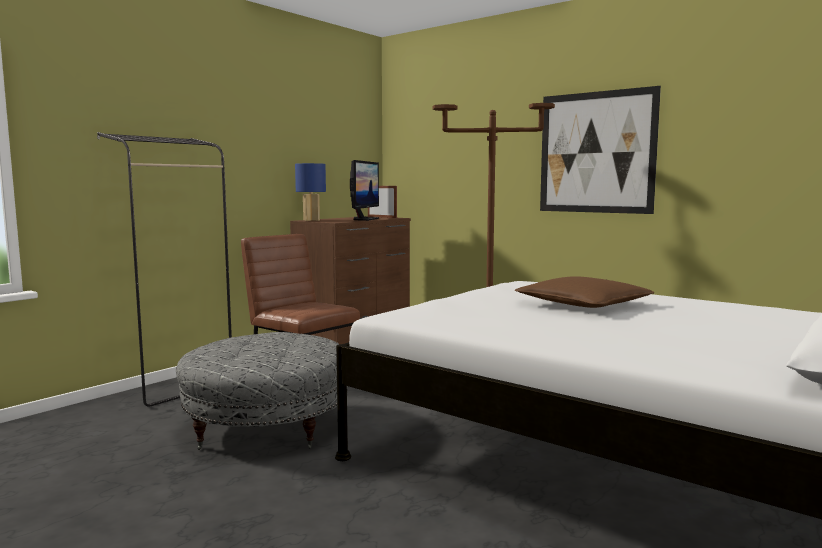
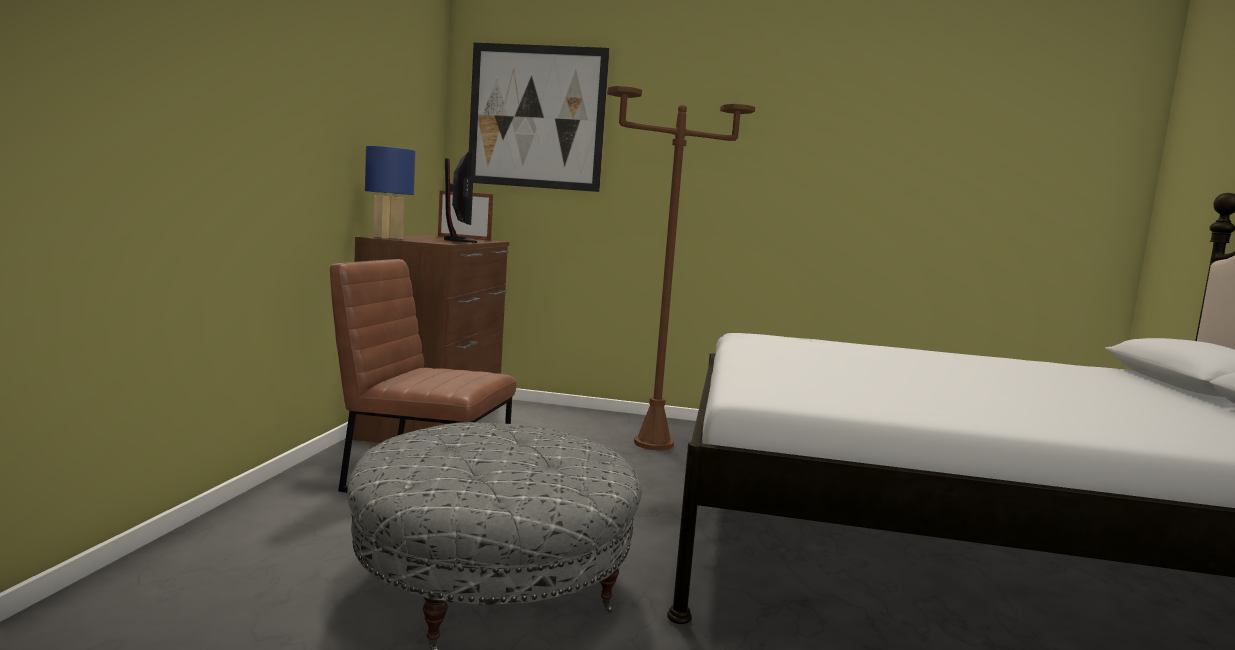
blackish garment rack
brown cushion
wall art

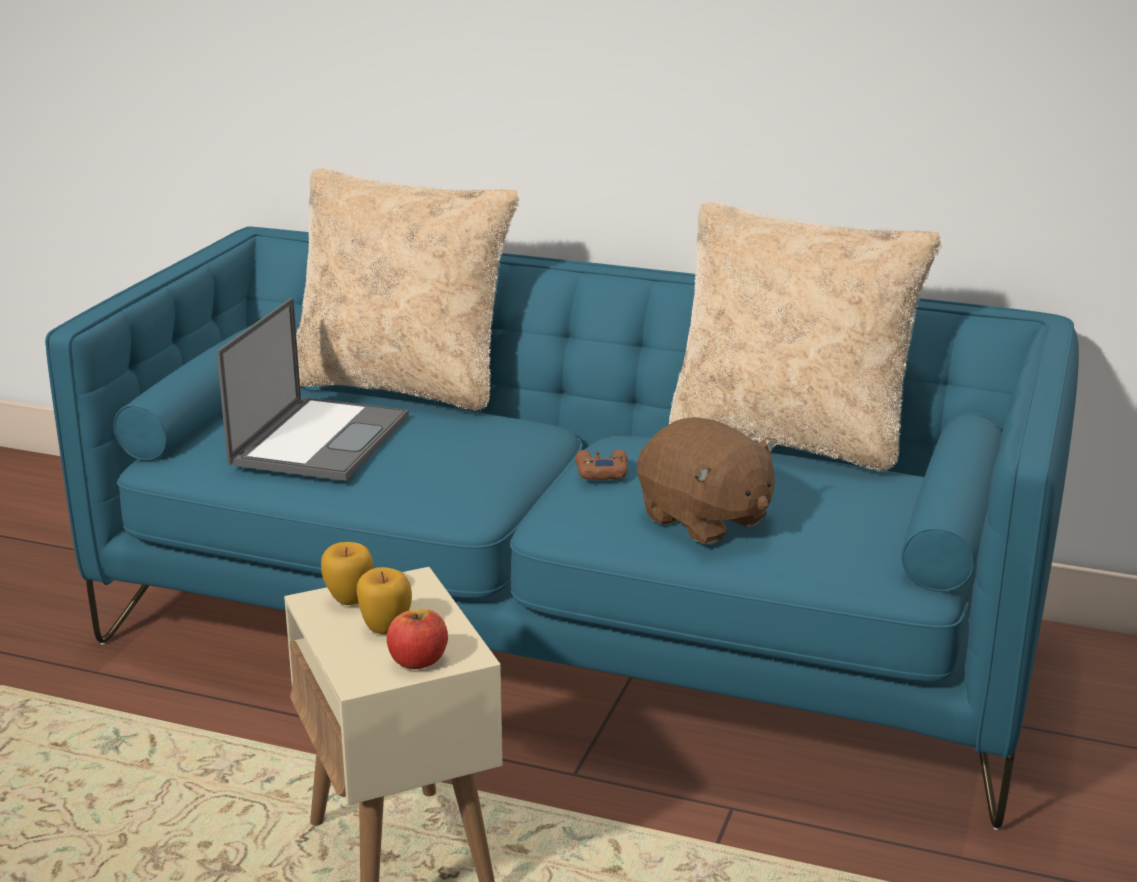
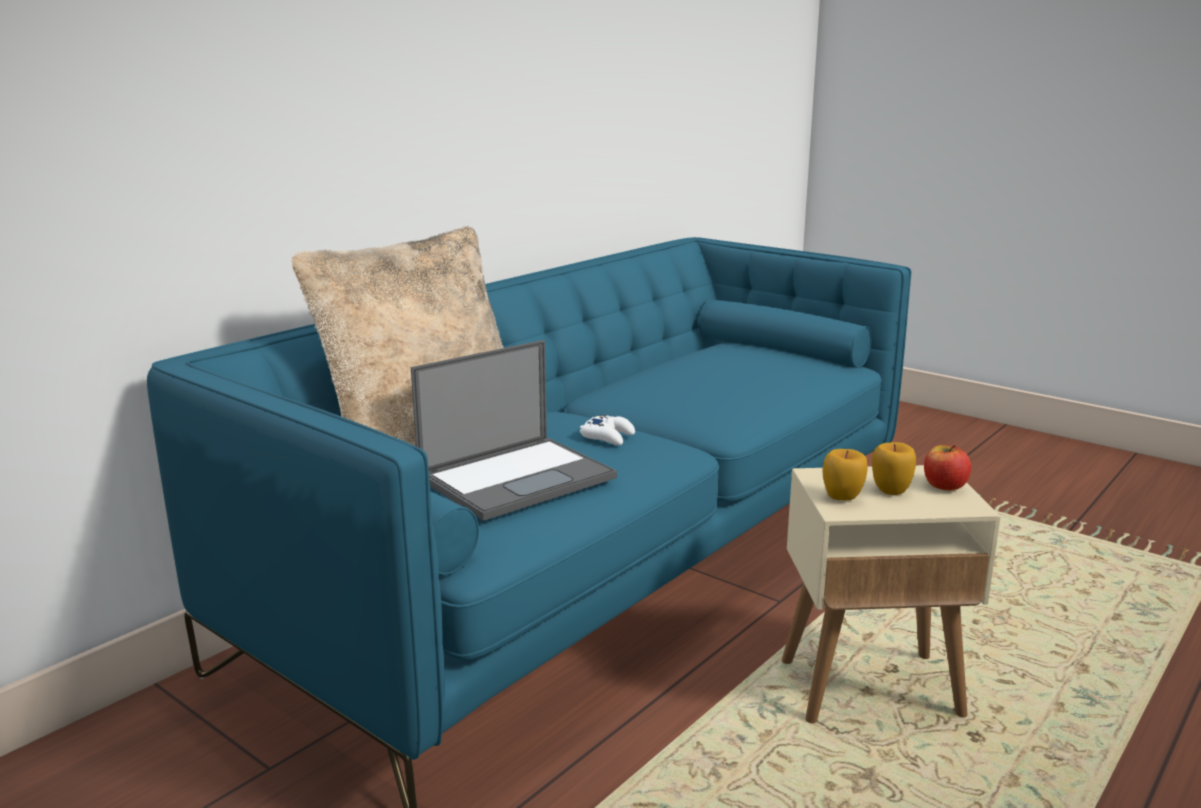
portable computer
brown joypad
brown soft toy
sand-coloured cushion (2nd from left in the first image)
white joypad

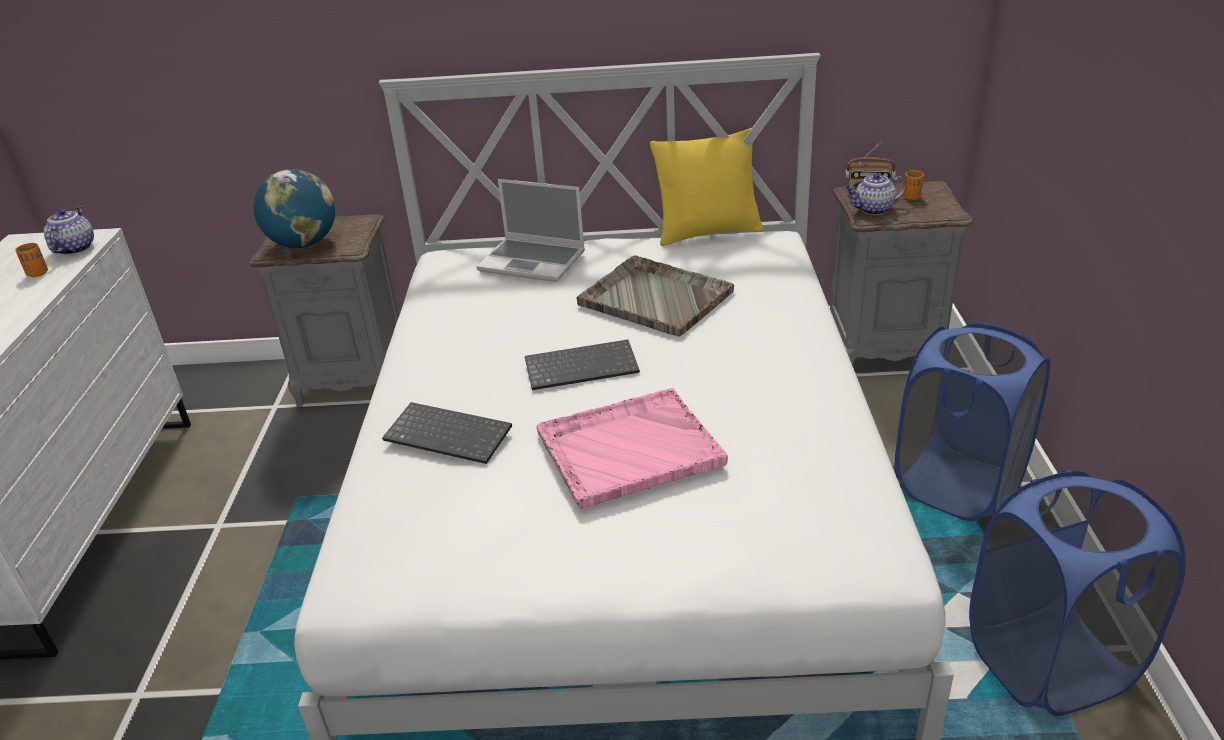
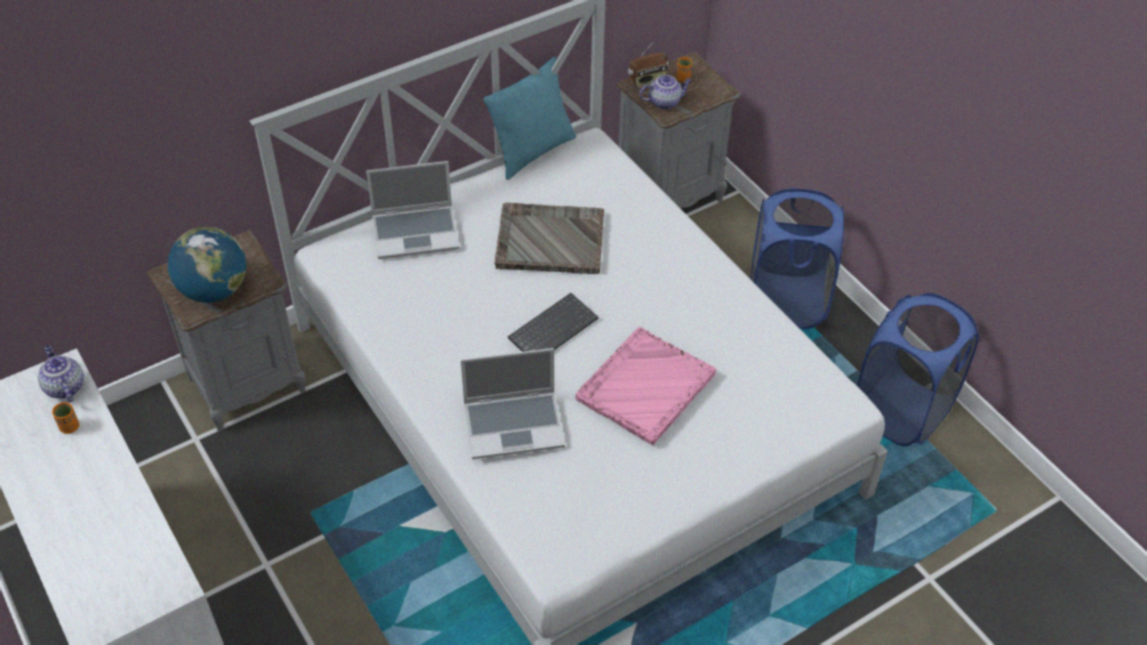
portable computer (2nd from left)
turquoise-coloured cushion
teapot (2nd from left)

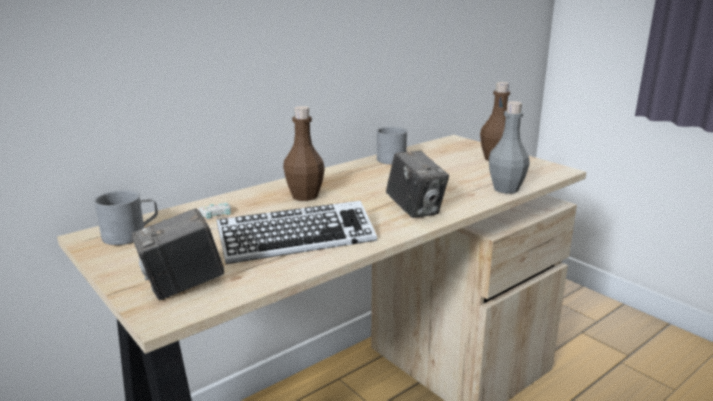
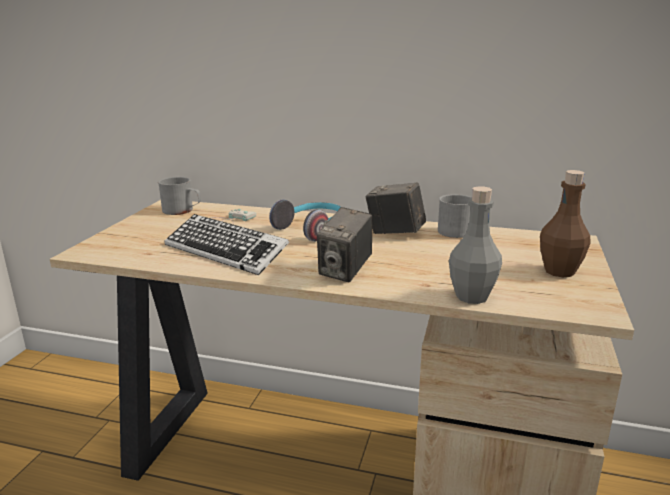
still camera (2nd from left)
headset

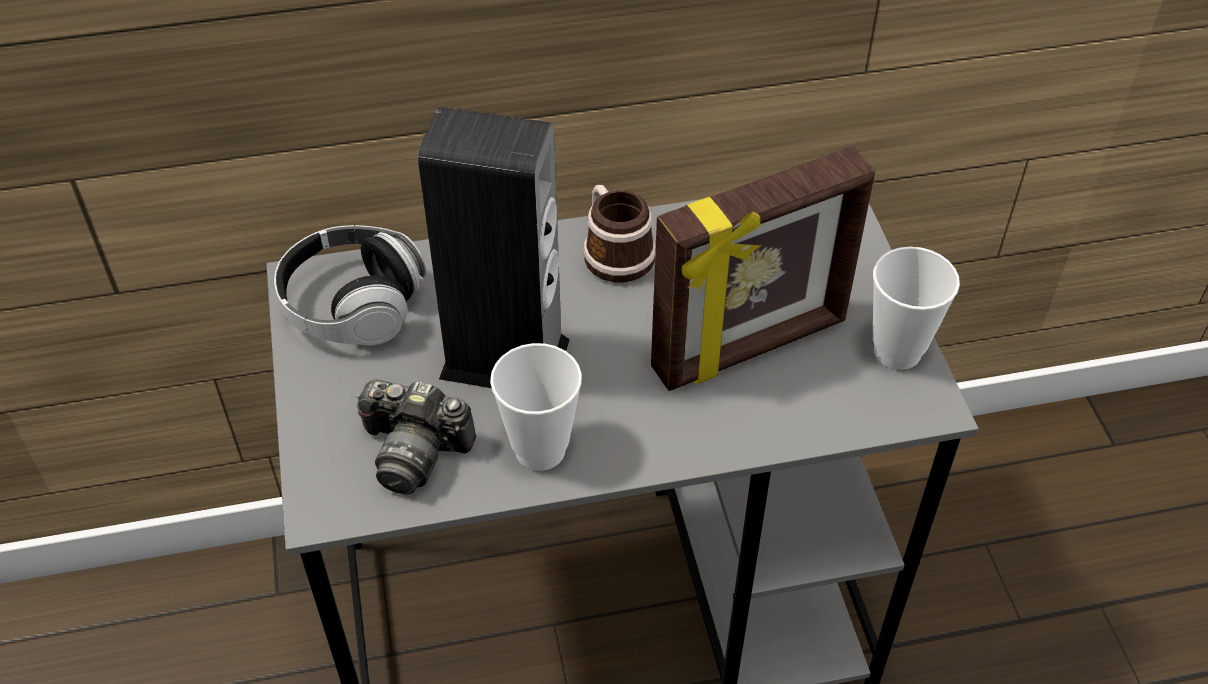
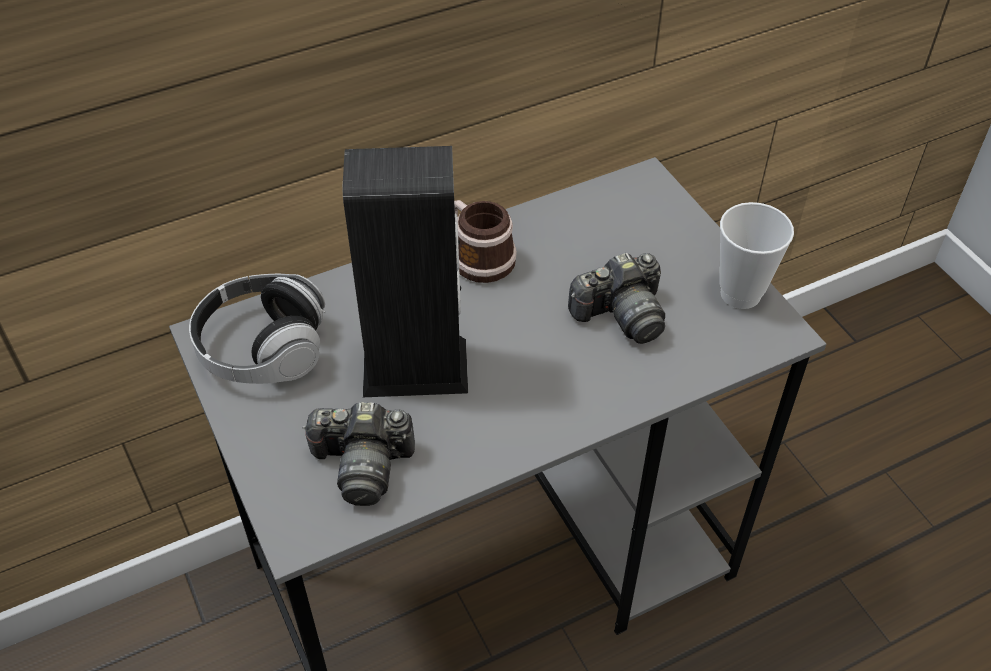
small cup (1st from left in the first image)
still camera (2nd from left)

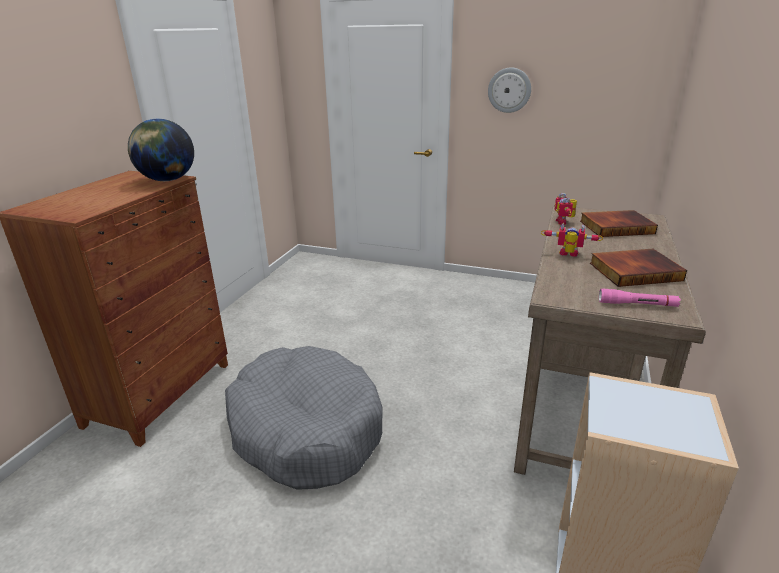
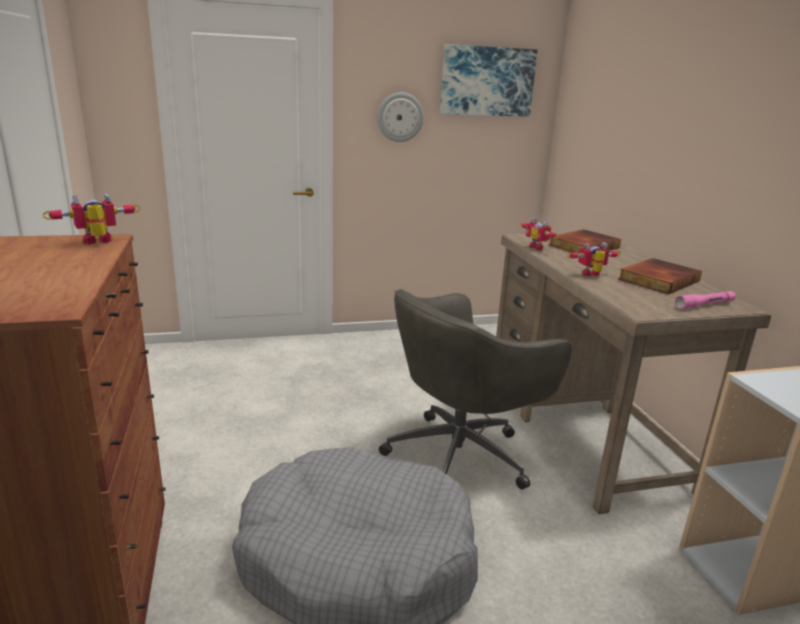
model robot (1st from left)
greyish computer chair
wall art

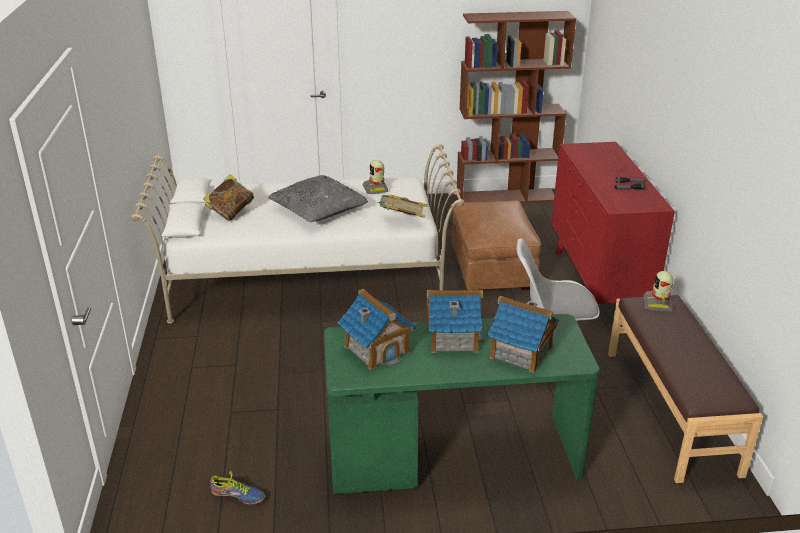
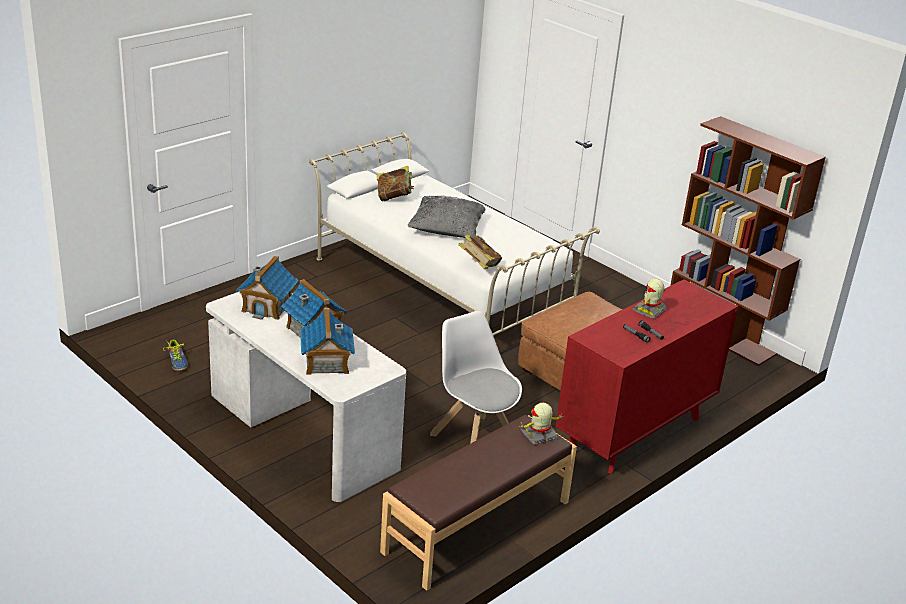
white desk unit
model robot (2nd from left)

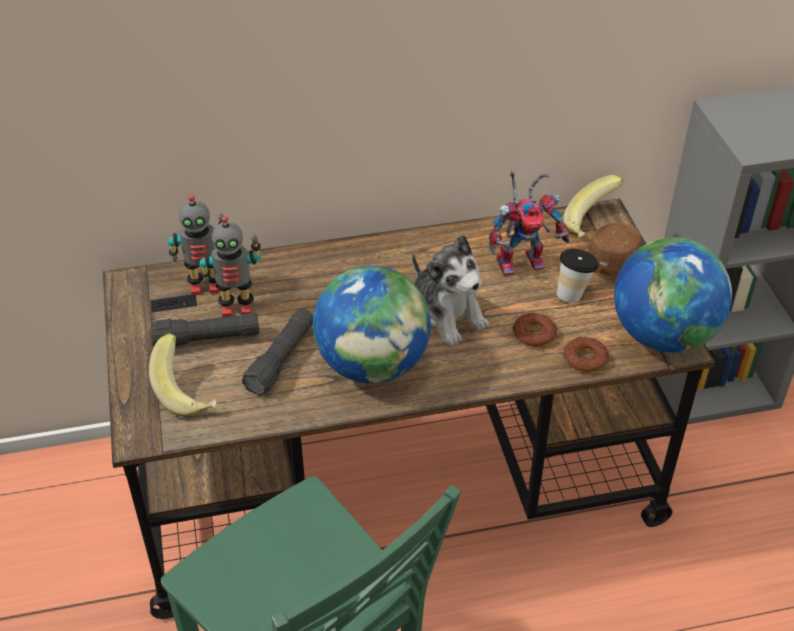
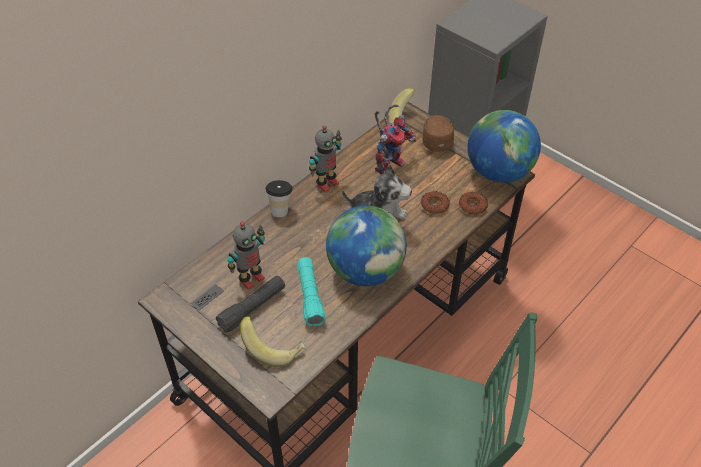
model robot (2nd from left)
turquoise-coloured hand torch
small cup

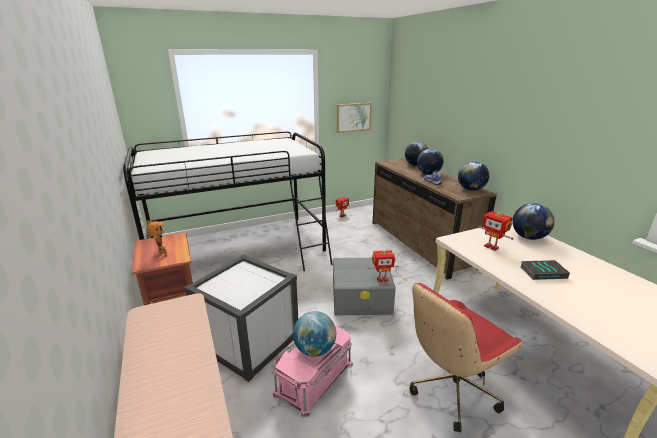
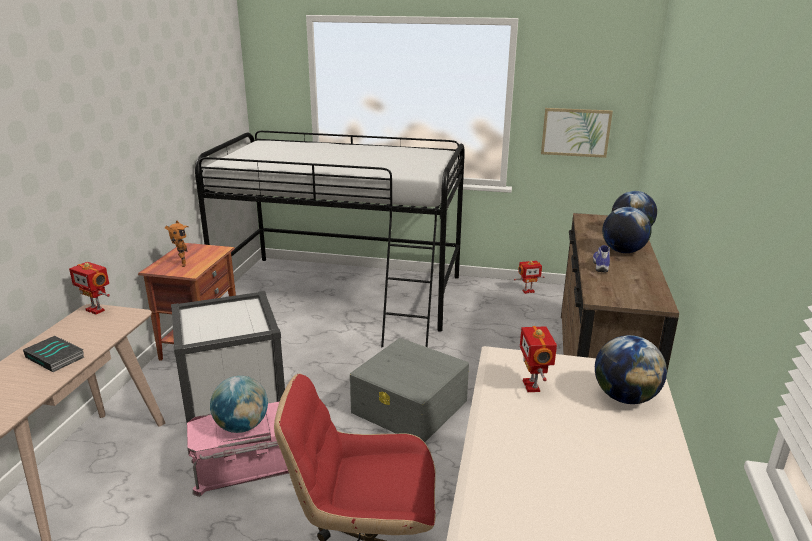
model robot (1st from left)
globe (4th from left in the first image)
volume

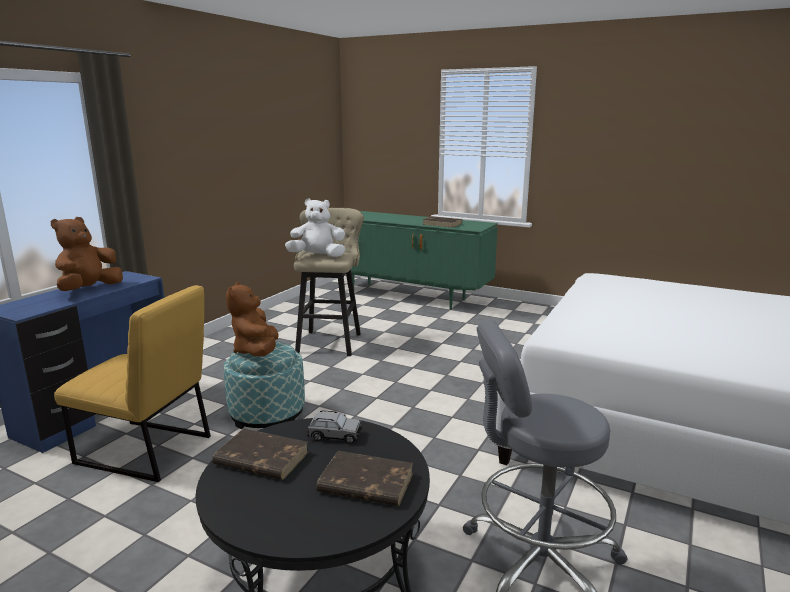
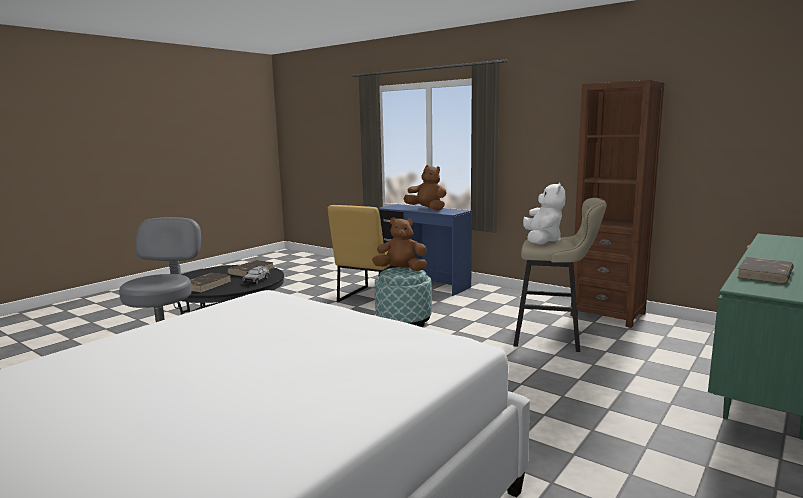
brown bookshelf

